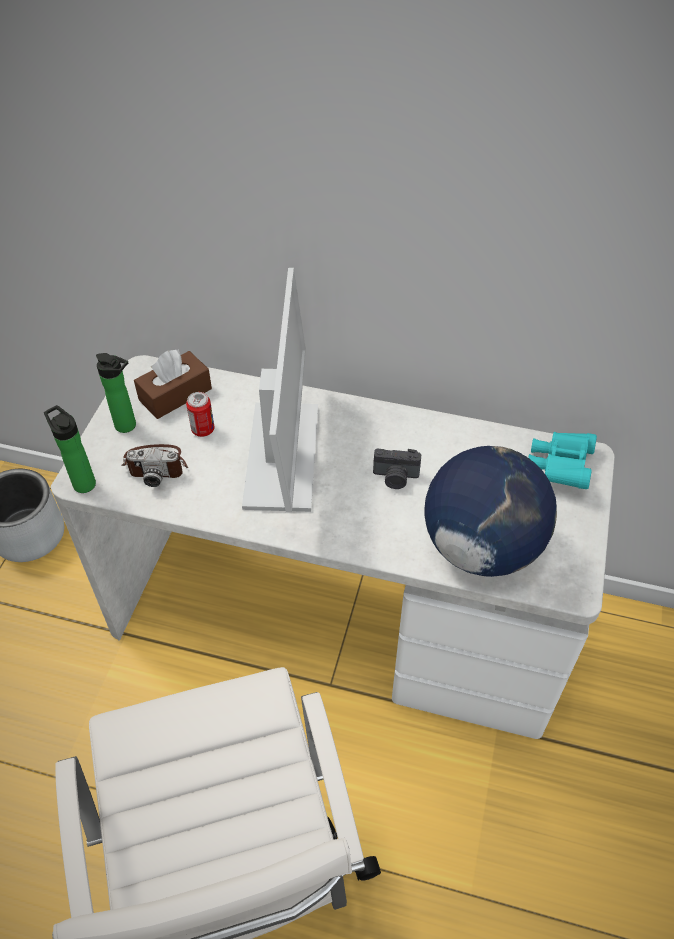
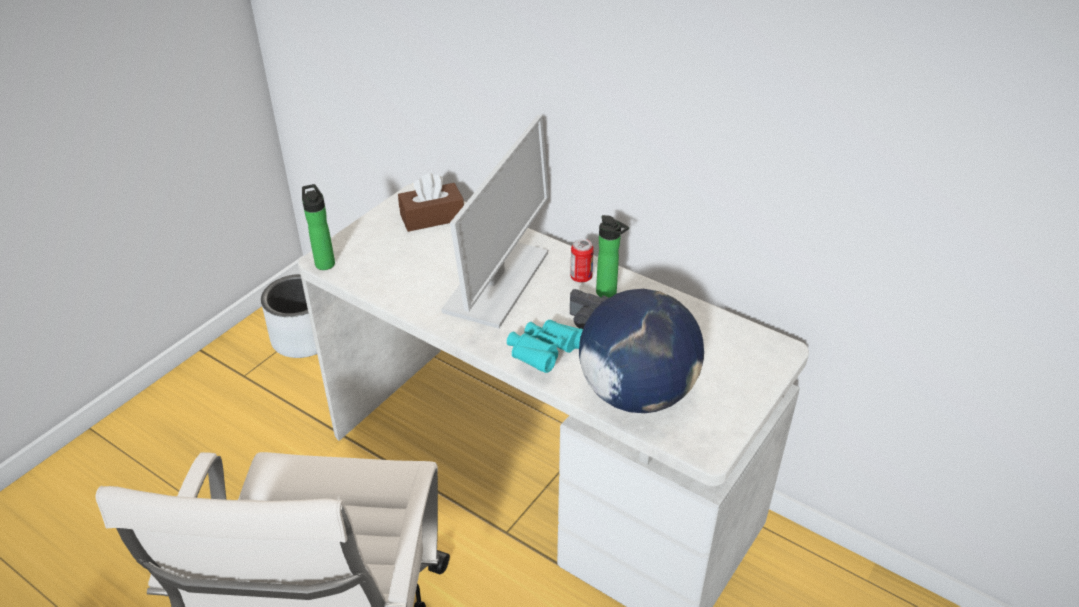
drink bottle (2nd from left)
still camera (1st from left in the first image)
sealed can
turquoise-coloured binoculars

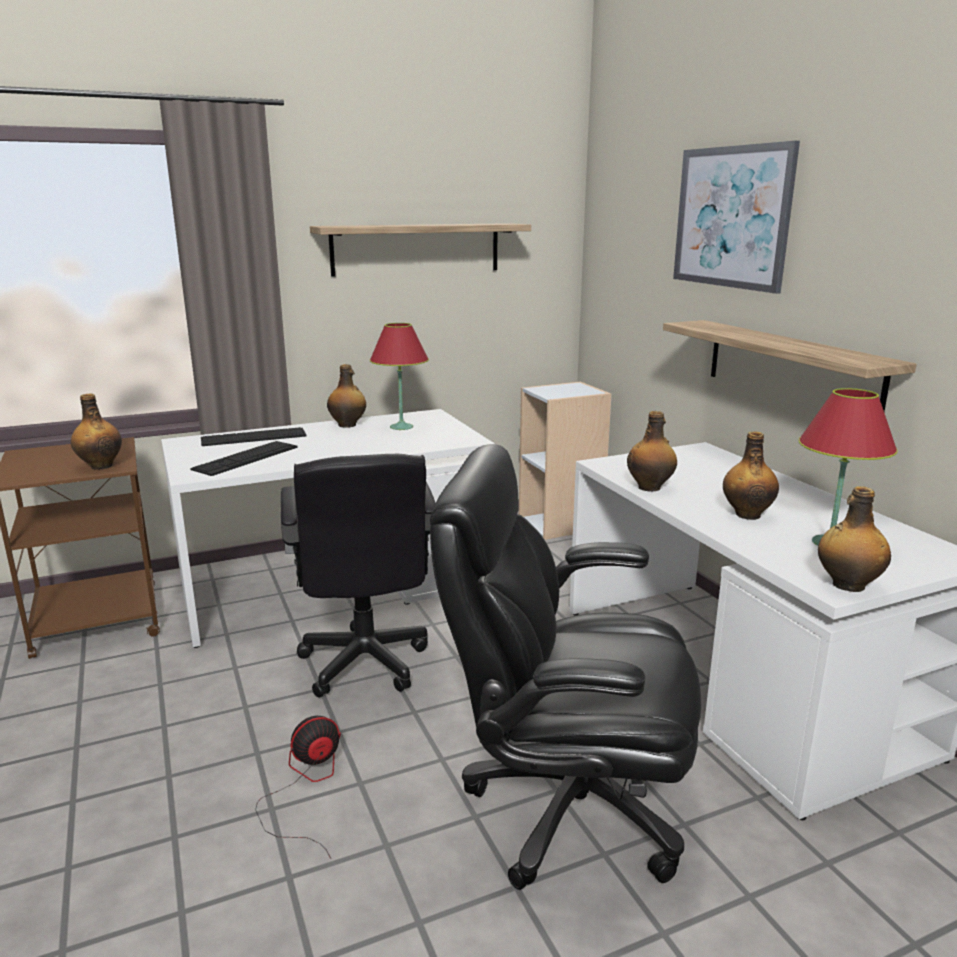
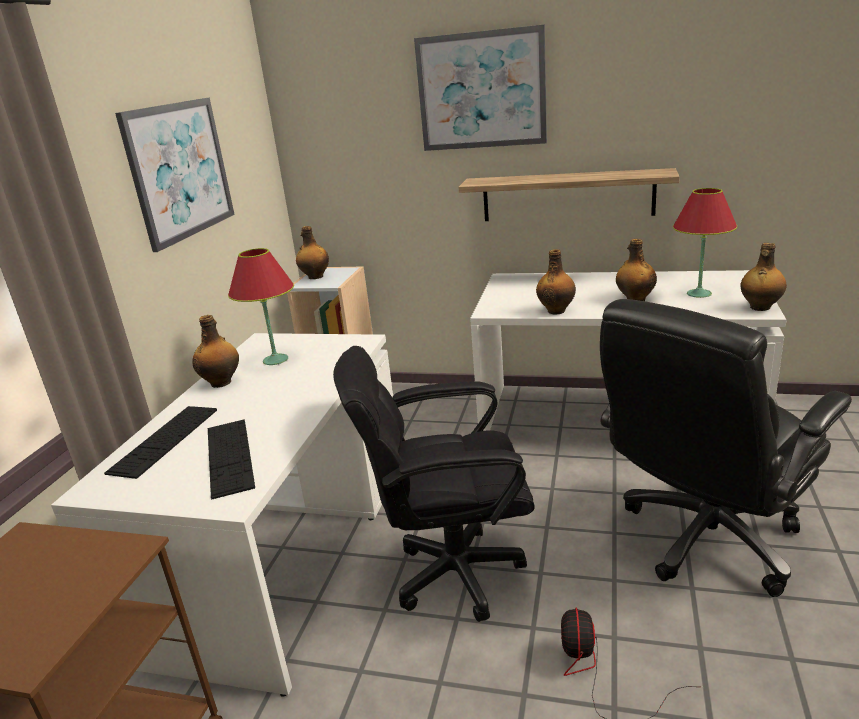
drink bottle (2nd from left)
blackish computer chair (1st from left)
wall art (1st from left)

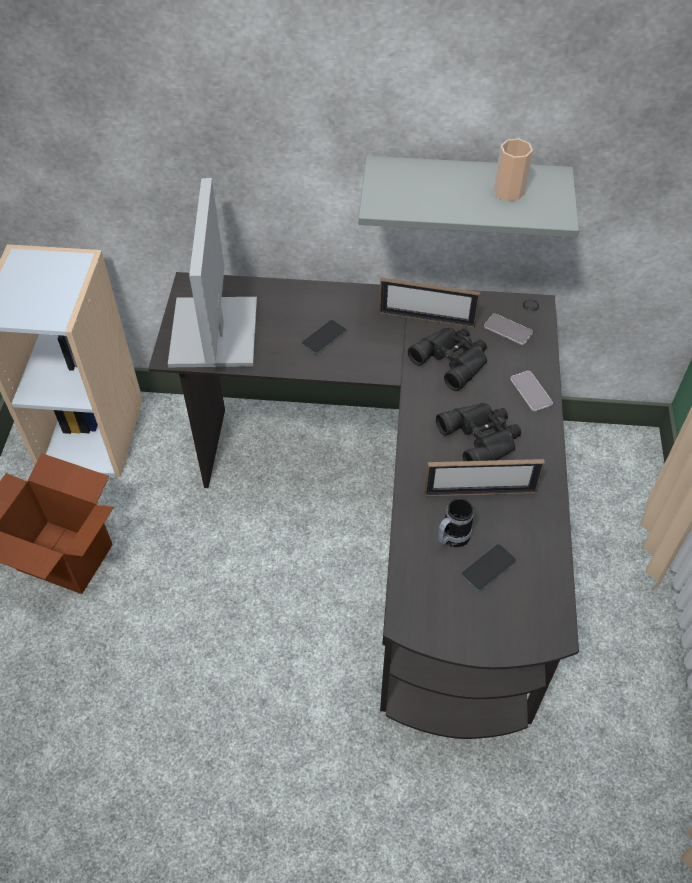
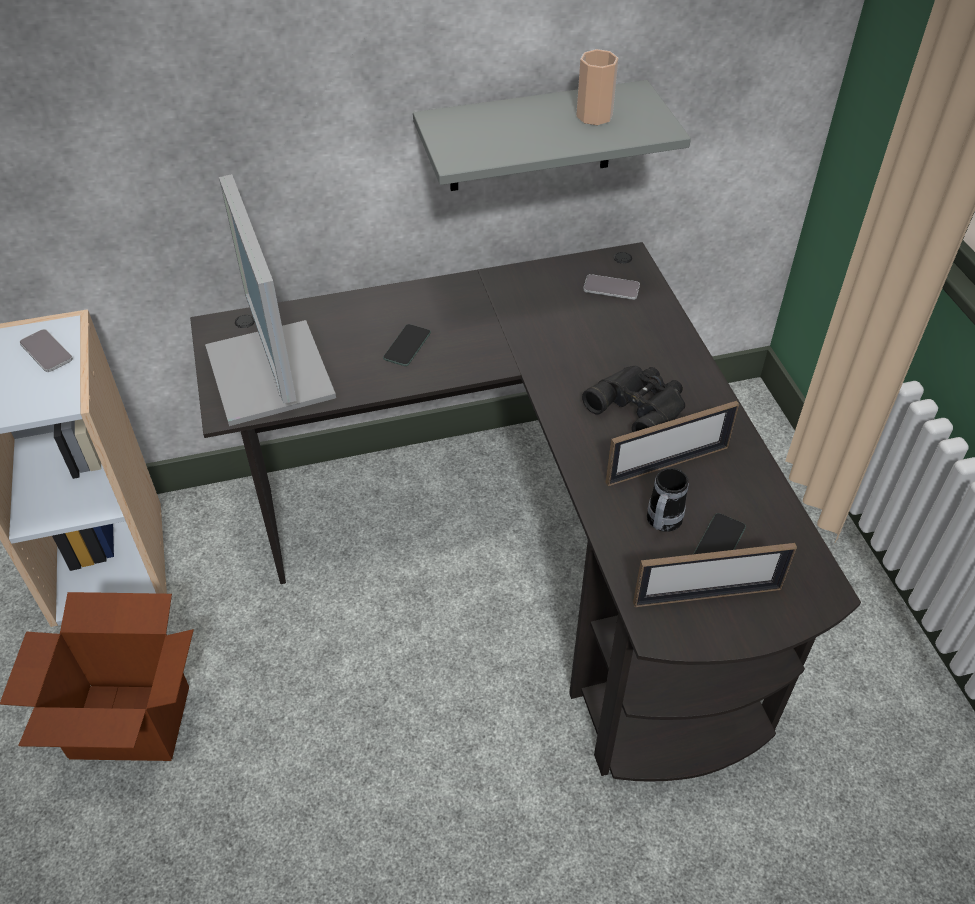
photo frame (2nd from left)
blackish binoculars (1st from left in the first image)
handset (1st from left)

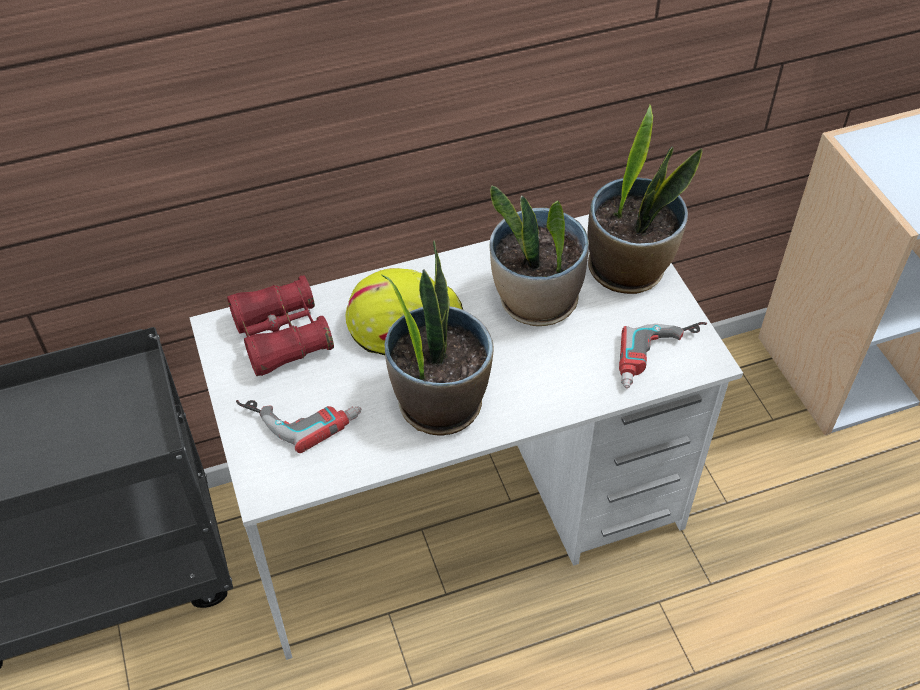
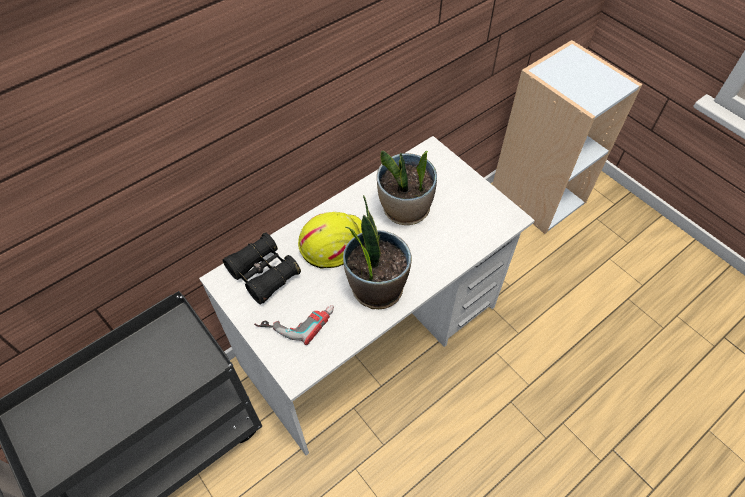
blackish binoculars
potted plant (3rd from left in the first image)
electric drill (2nd from left in the first image)

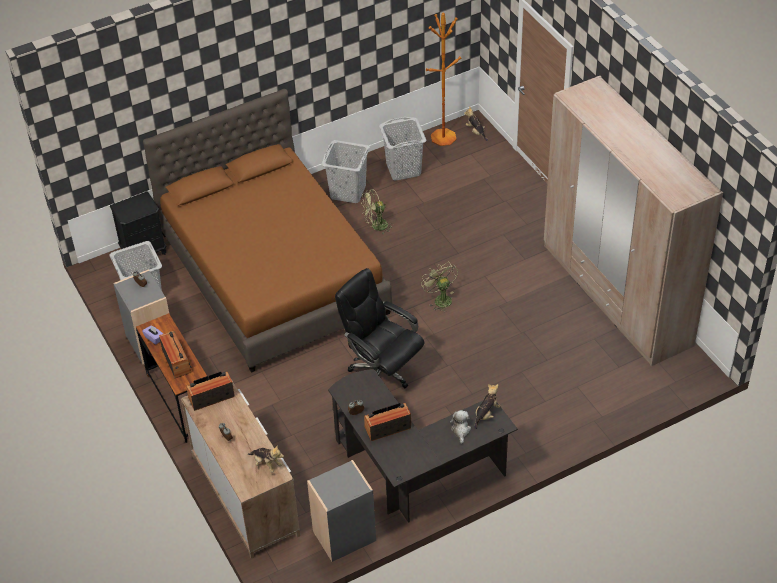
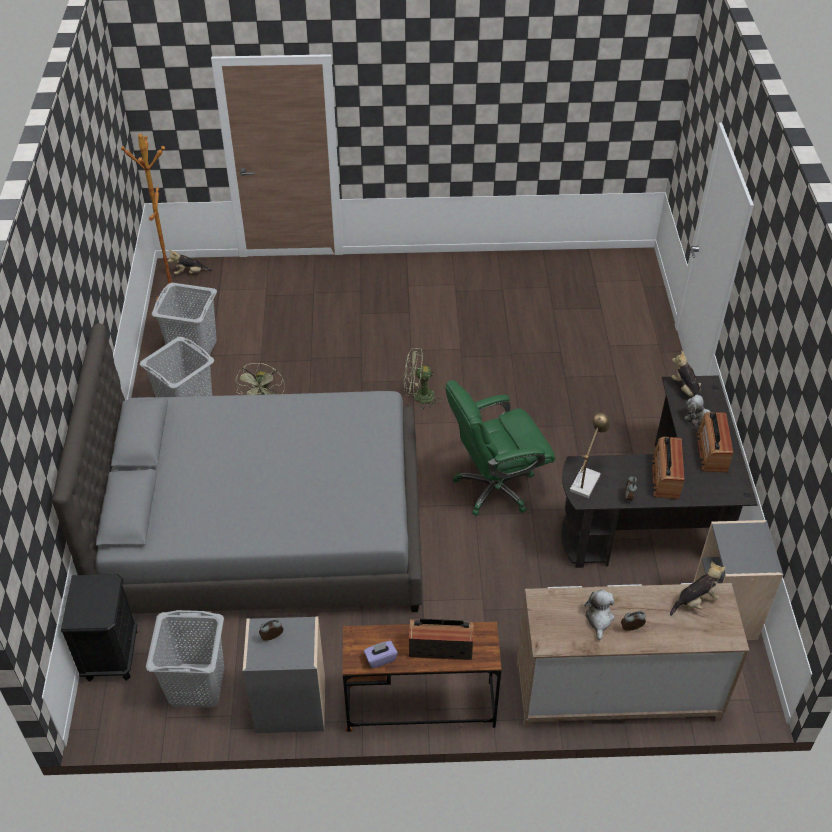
greyish bed
radio receiver (3rd from left)
green-coloured computer chair
sand-coloured armoire
lamp for a table
soft toy (2nd from left)

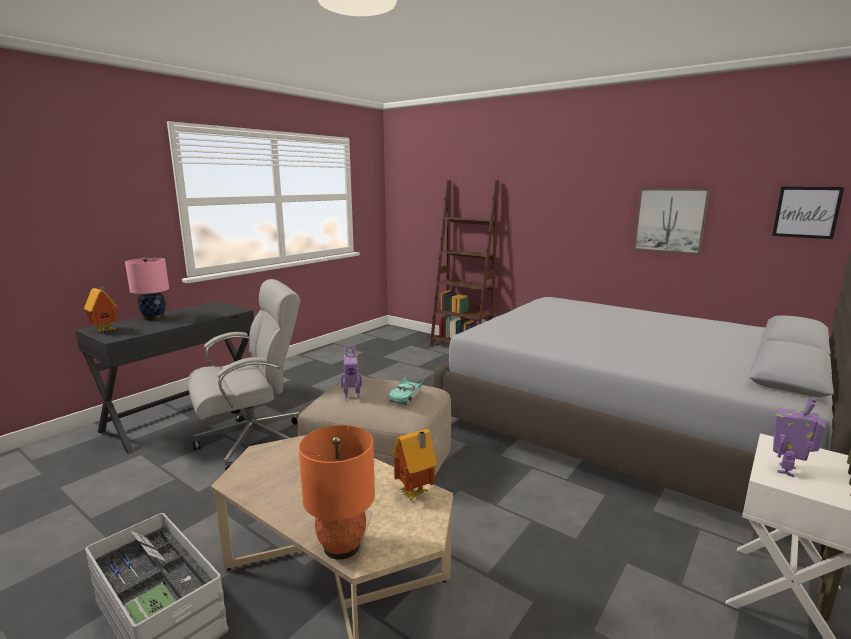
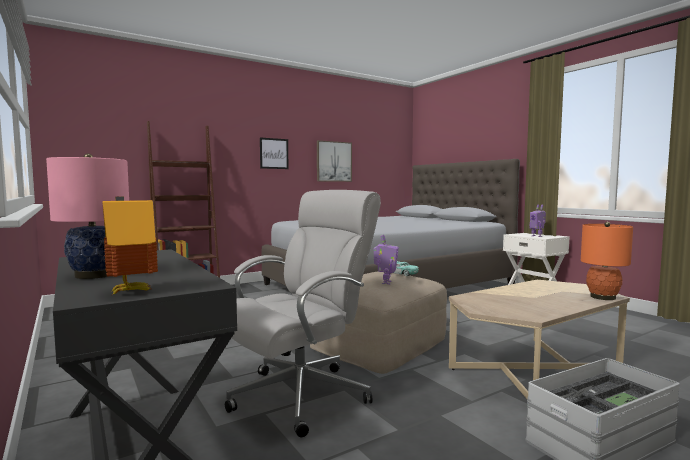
greyish computer chair
model house (2nd from left in the first image)
wall art (1st from left)

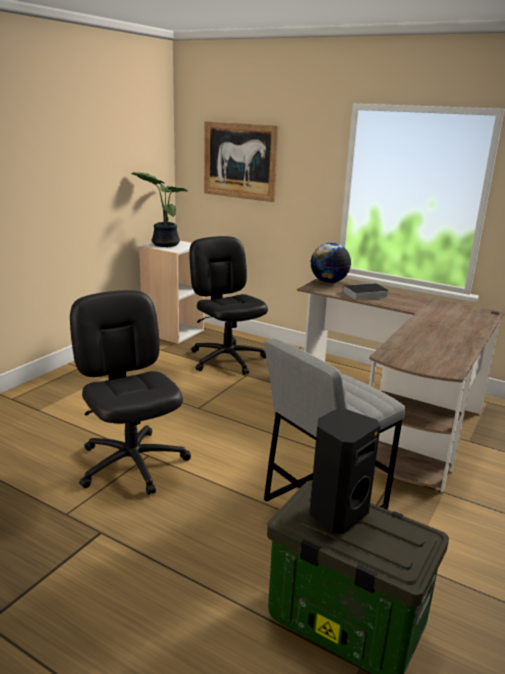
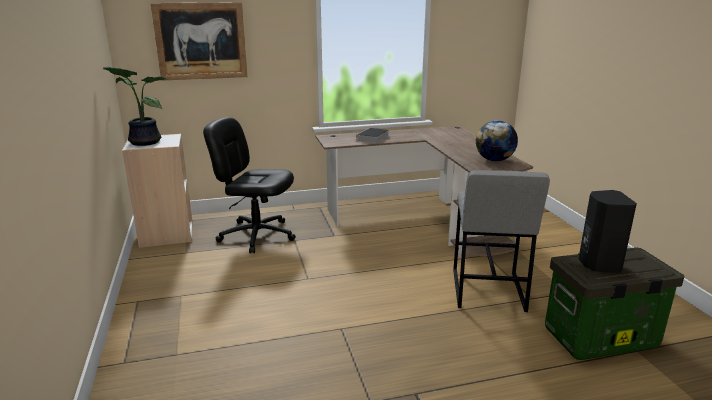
blackish computer chair (1st from left in the first image)
globe

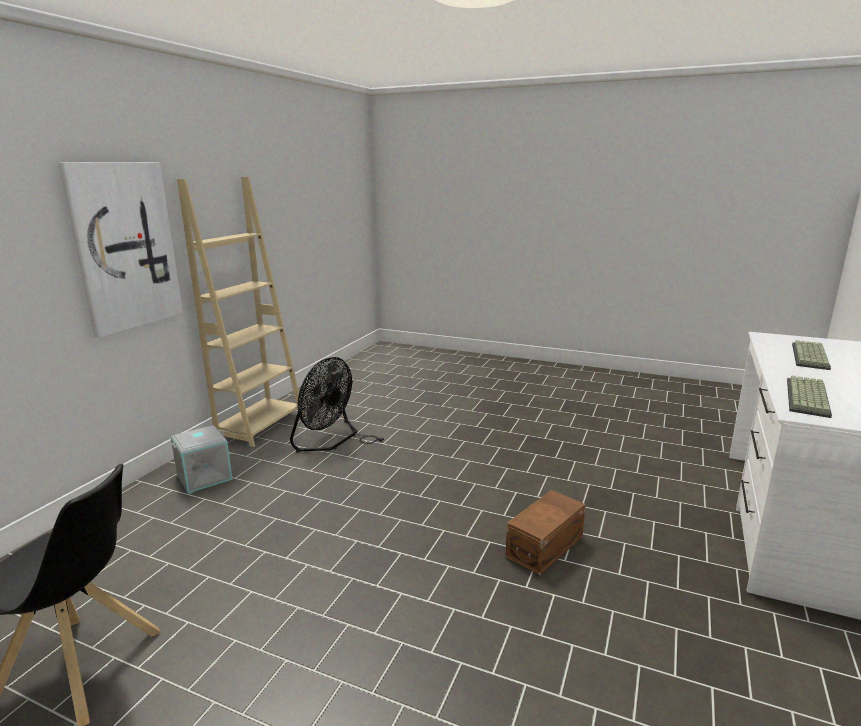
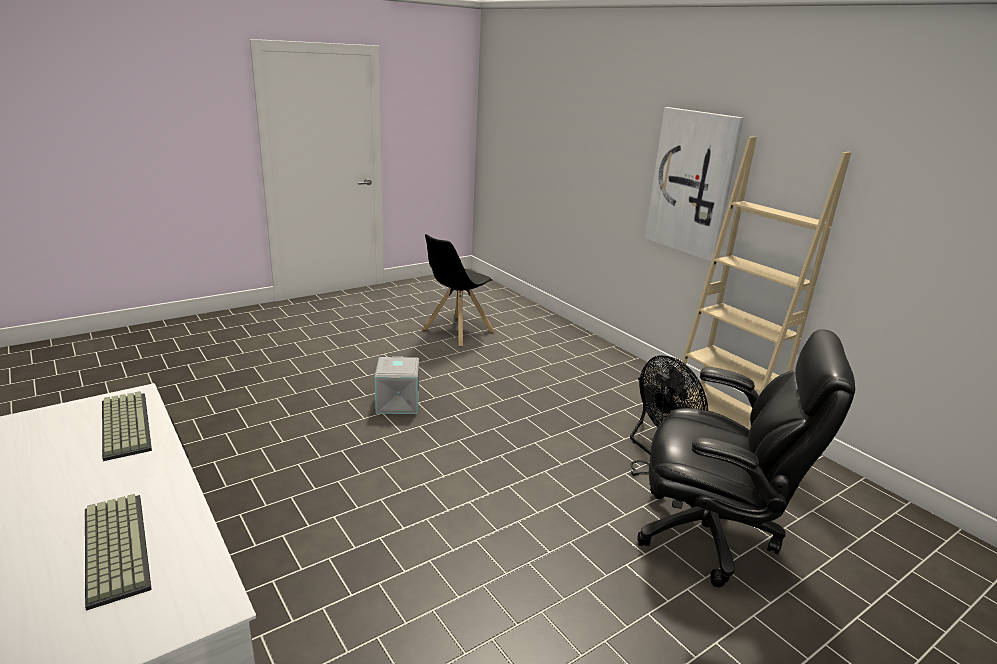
greyish storage bin
brown storage bin
blackish computer chair

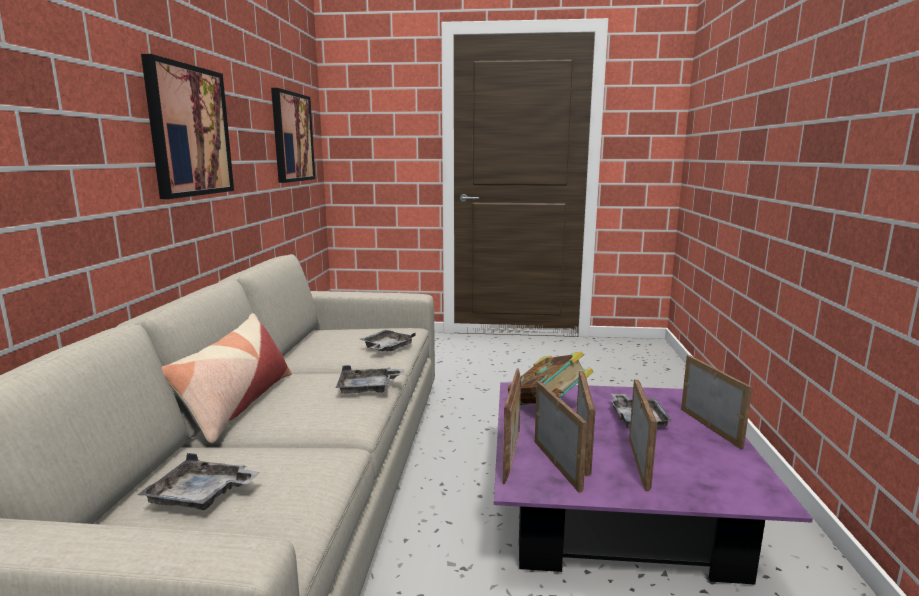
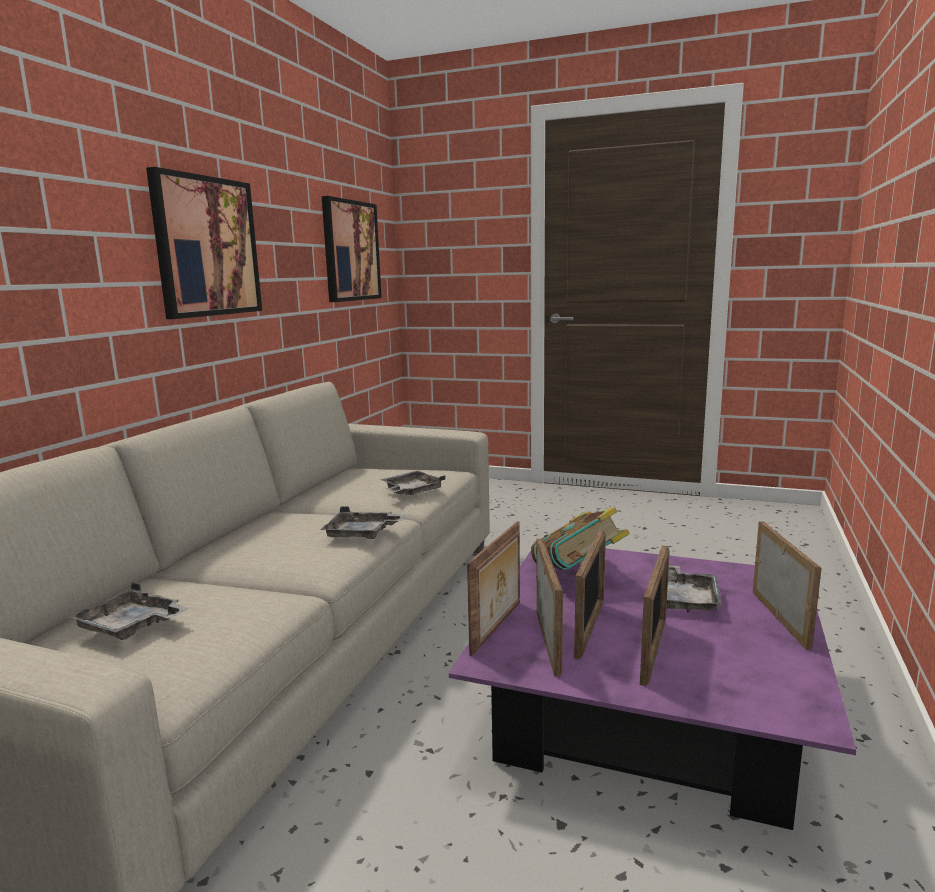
cushion

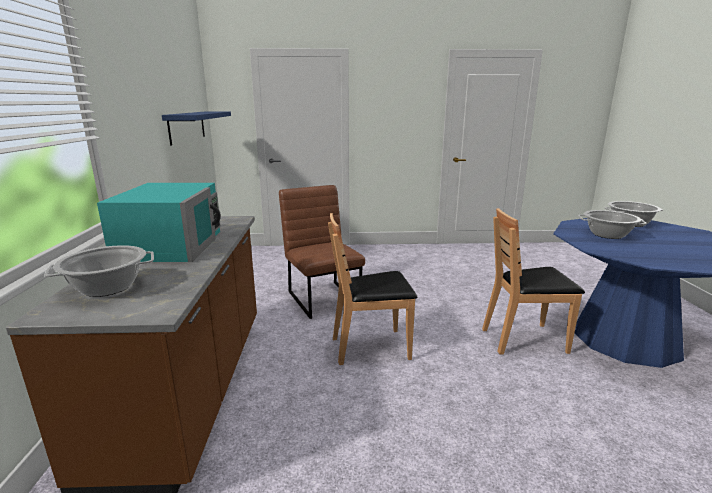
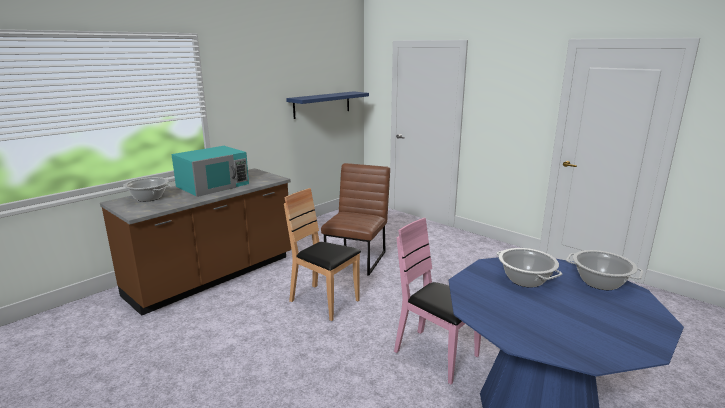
pinkish plain chair

